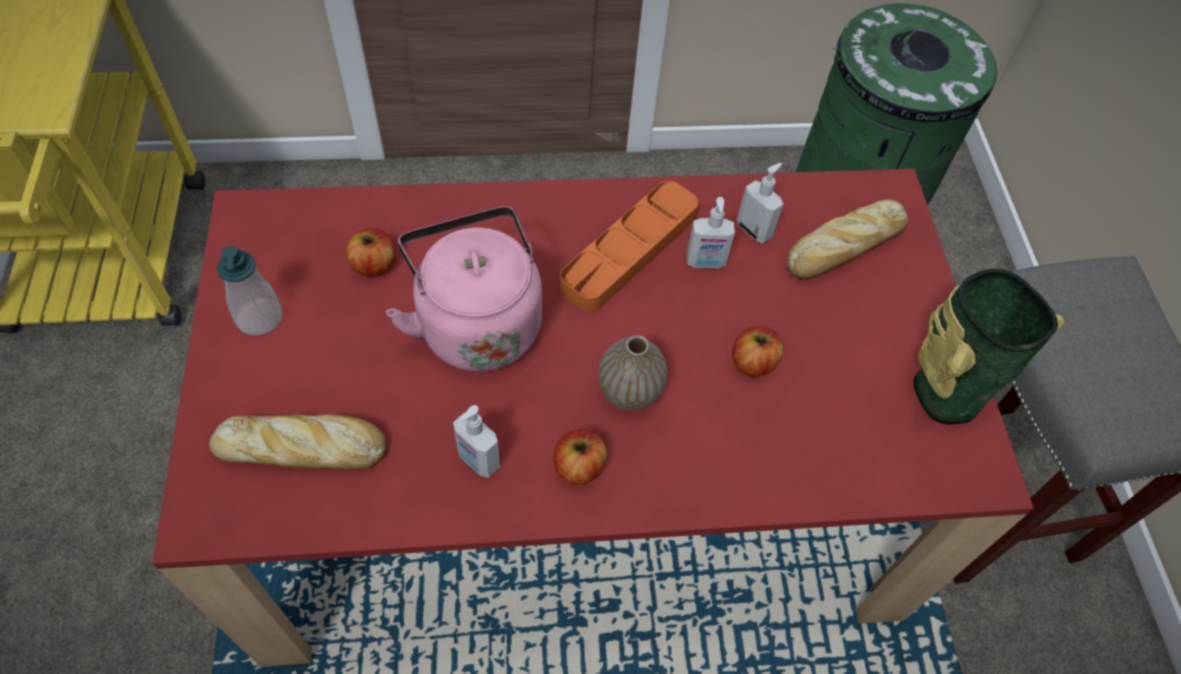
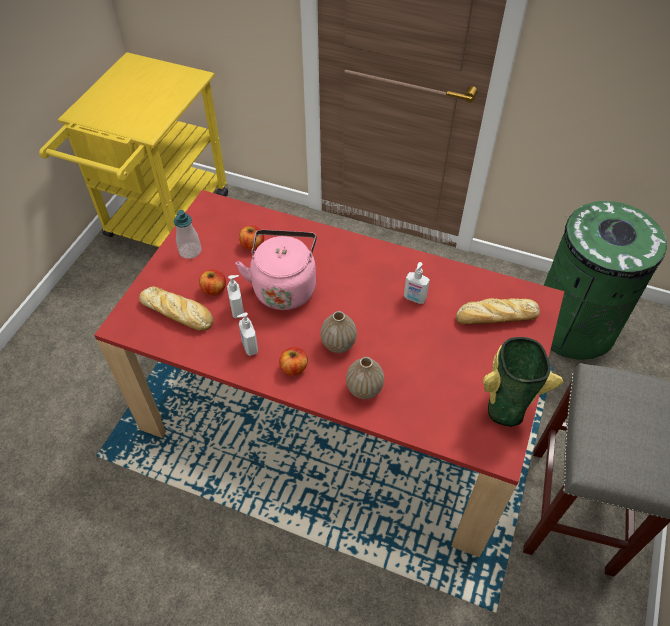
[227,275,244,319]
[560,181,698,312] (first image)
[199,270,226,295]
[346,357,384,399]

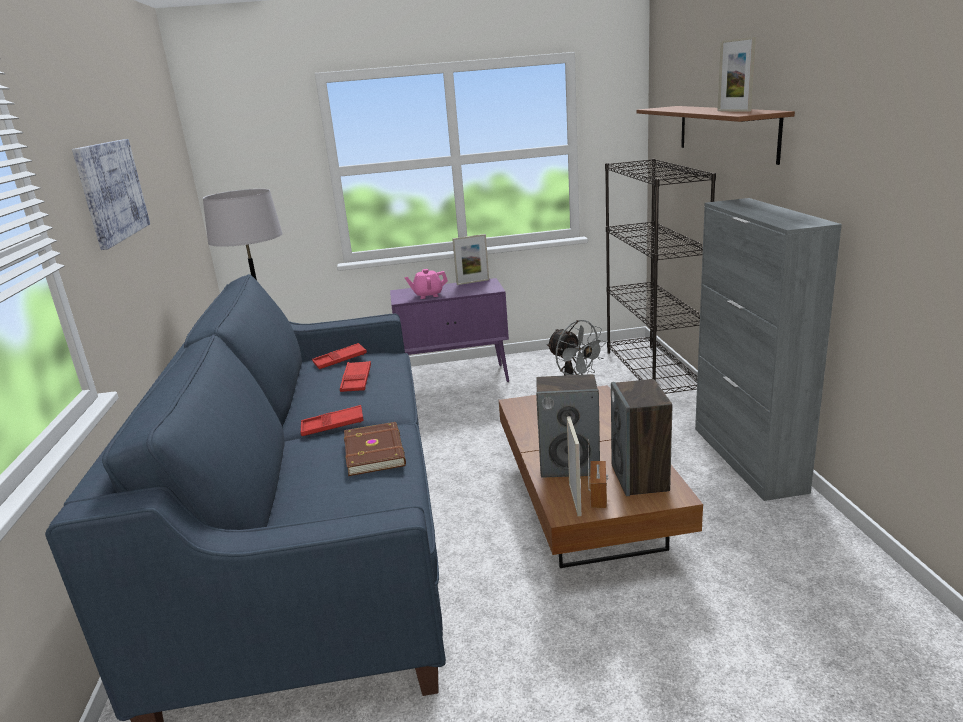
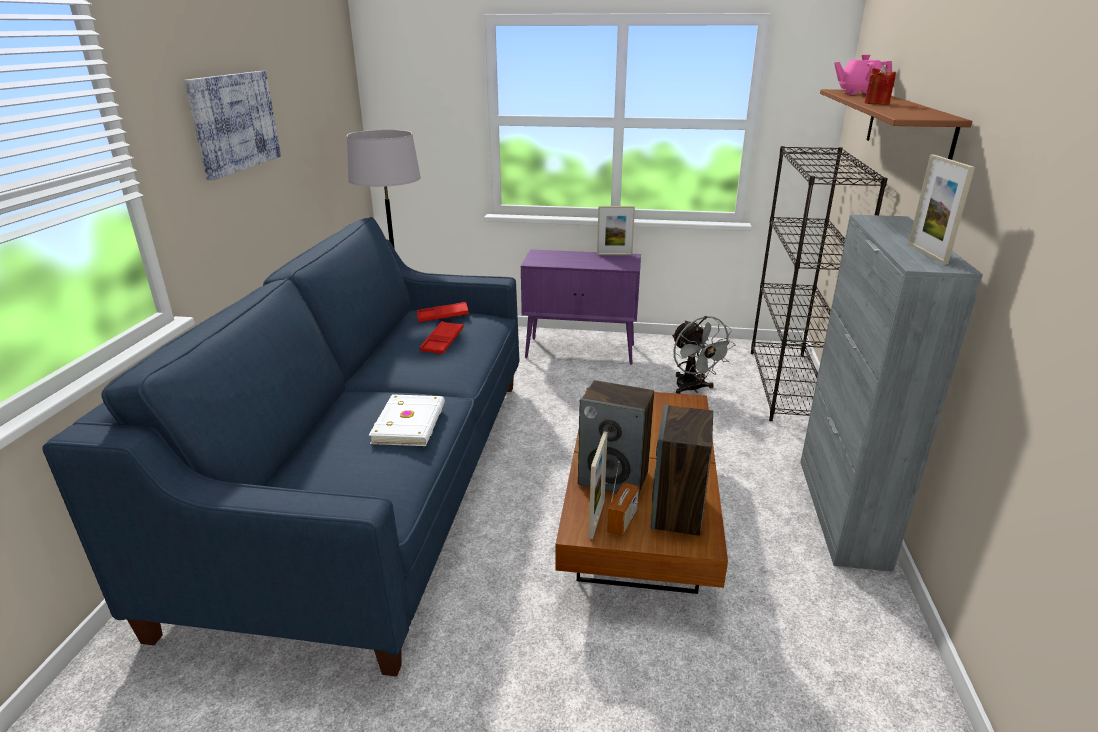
[908,155,975,264]
[834,54,892,95]
[301,405,364,436] (first image)
[369,394,445,446]
[864,66,896,105]

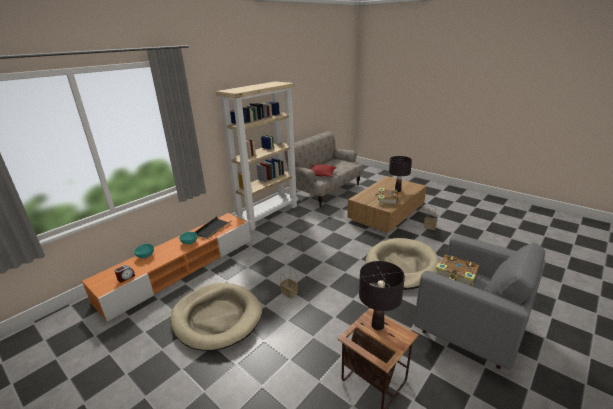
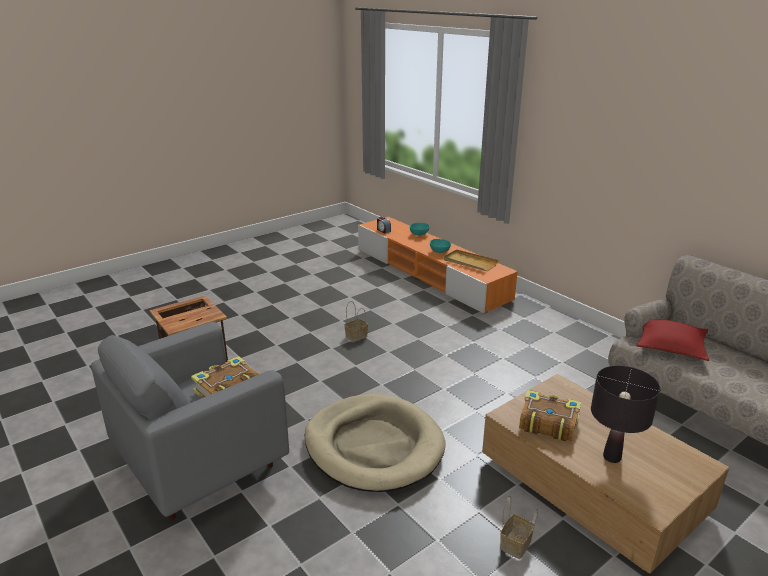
[216,81,298,231] (first image)
[444,249,499,271]
[359,261,405,330] (first image)
[170,283,262,351] (first image)

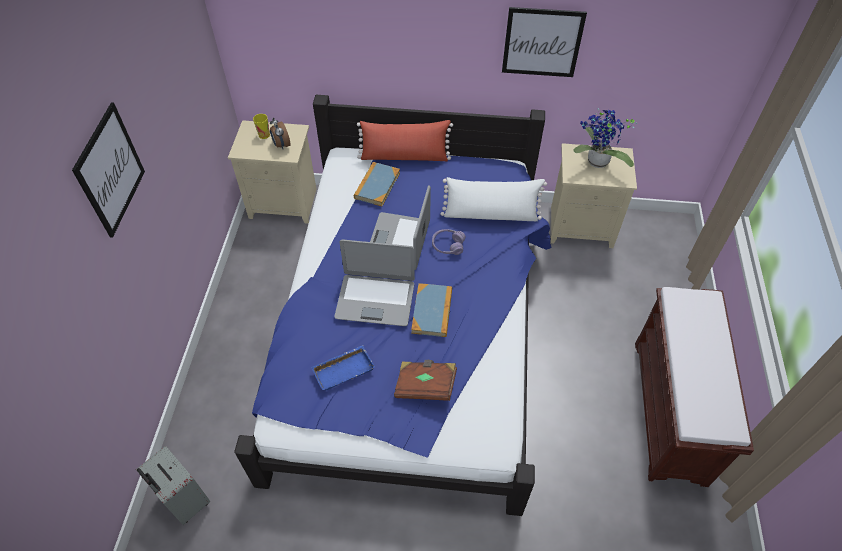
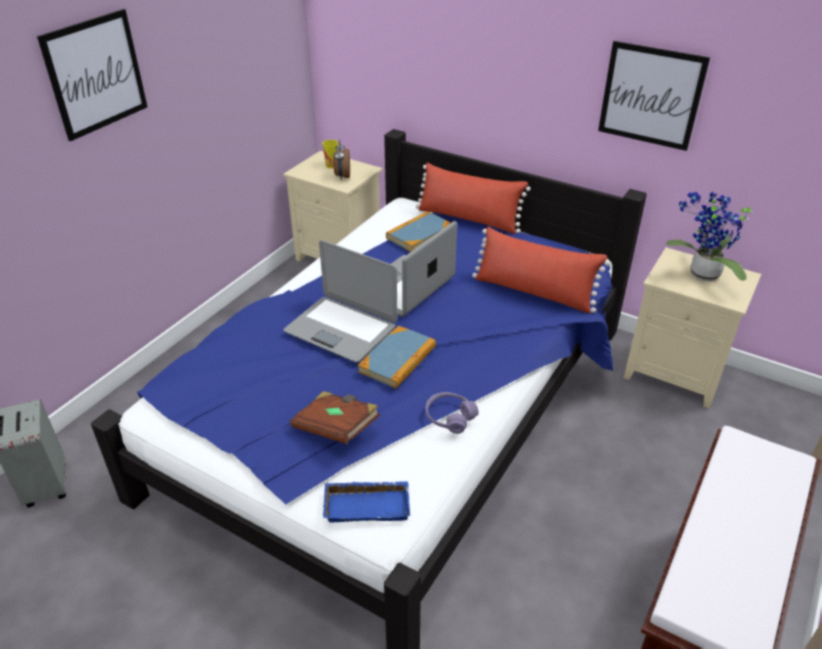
[472,227,610,314]
[426,392,479,434]
[323,481,410,522]

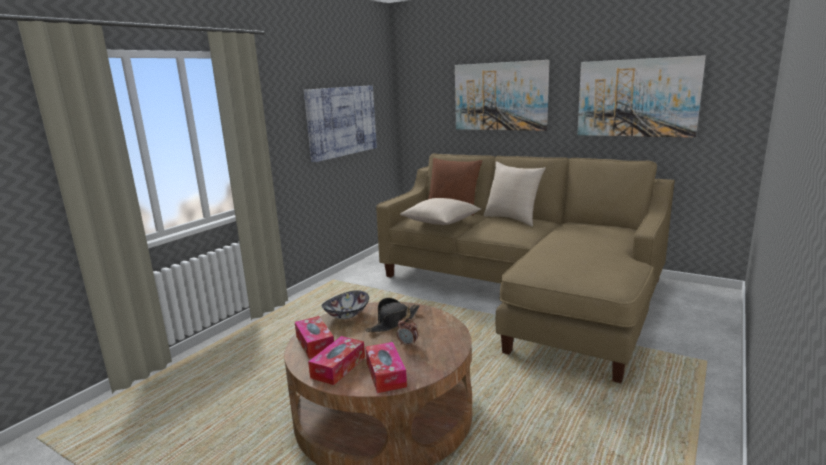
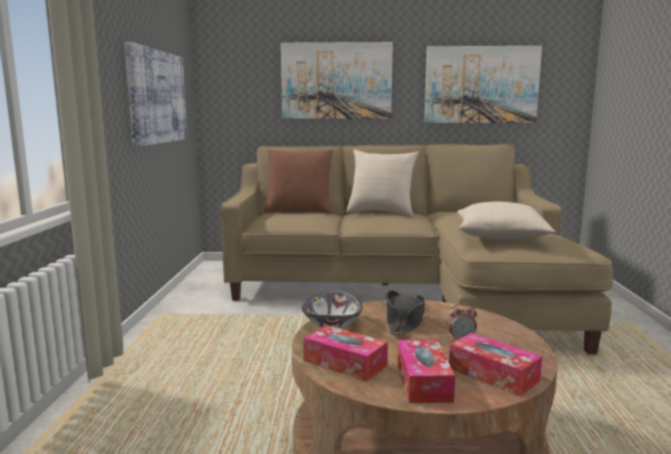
[457,202,556,239]

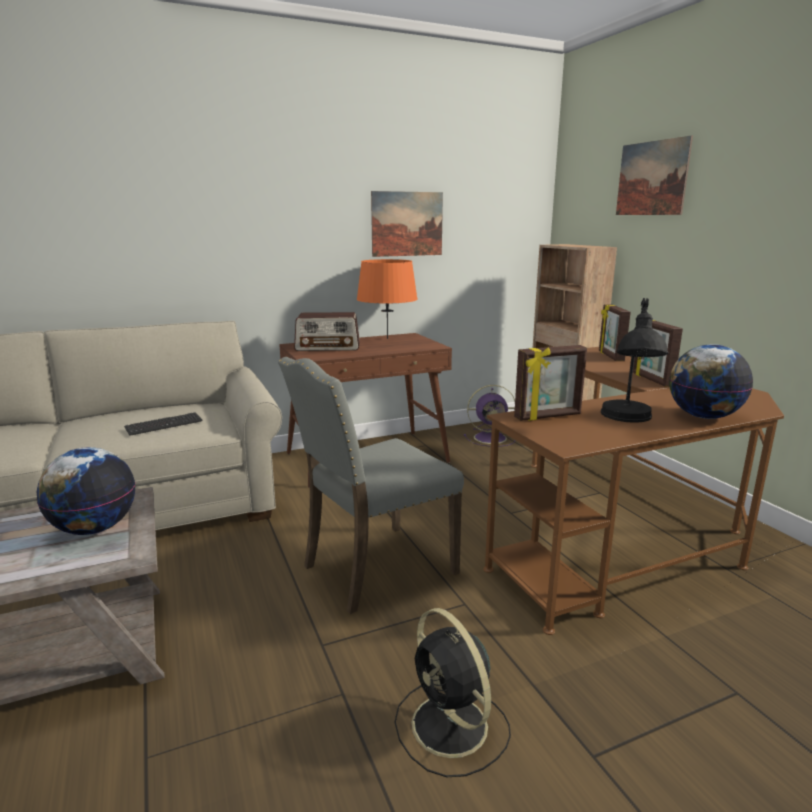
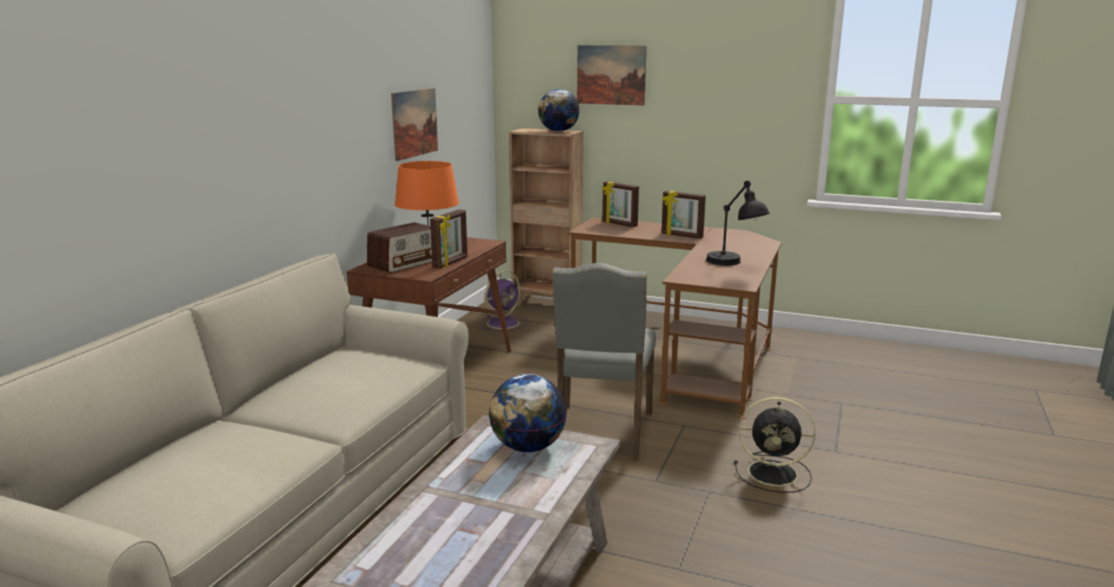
[538,89,580,132]
[430,209,468,269]
[124,412,203,436] (first image)

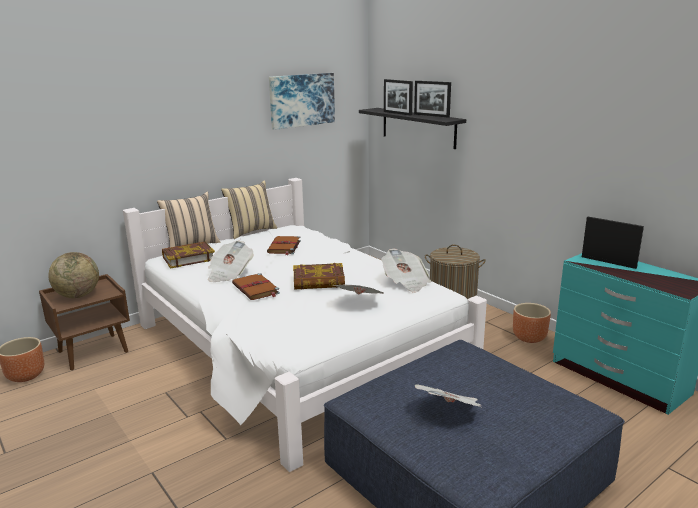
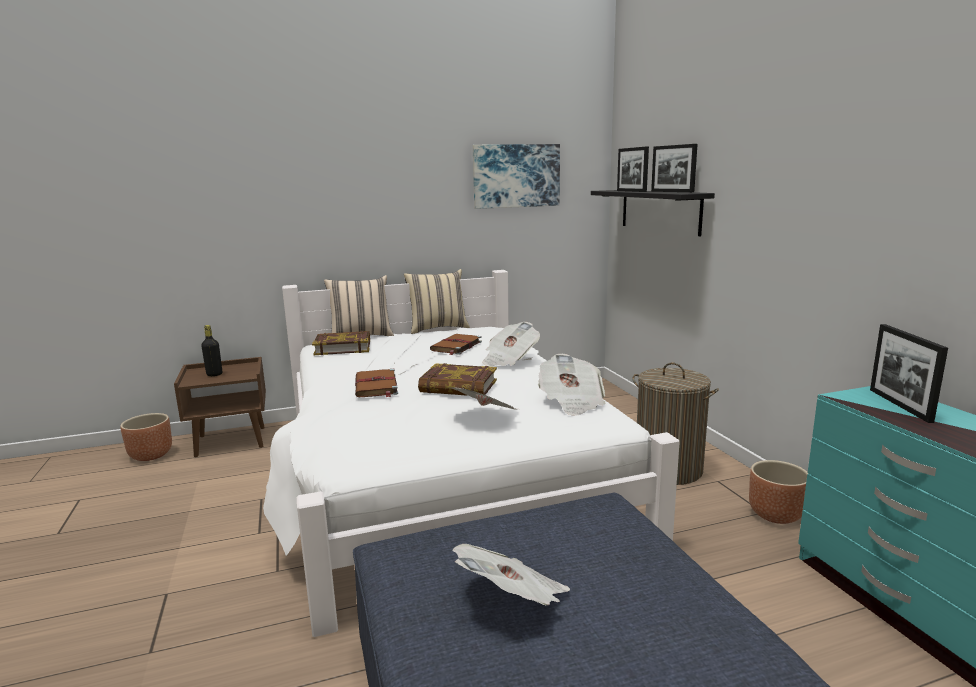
[870,324,948,423]
[482,322,540,366]
[201,325,222,376]

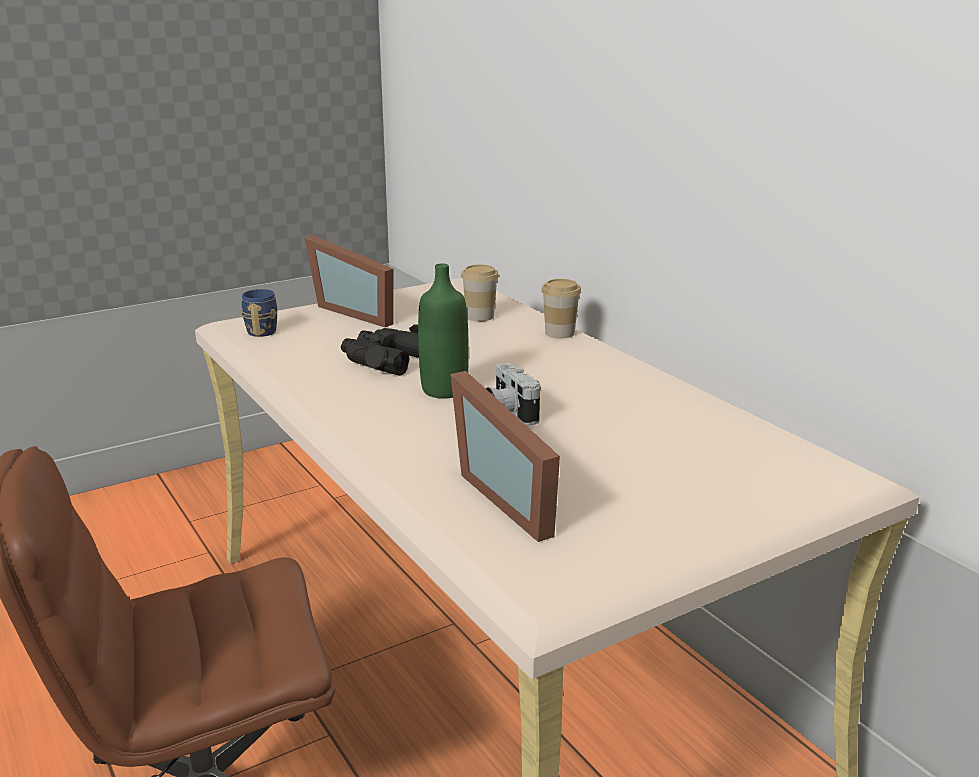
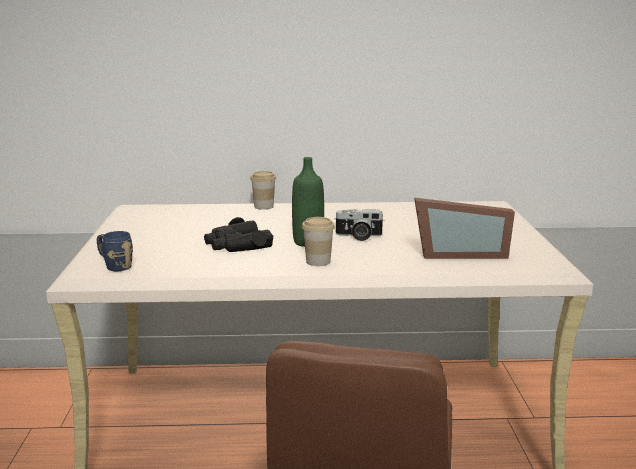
[304,235,394,327] (first image)
[302,217,335,266]

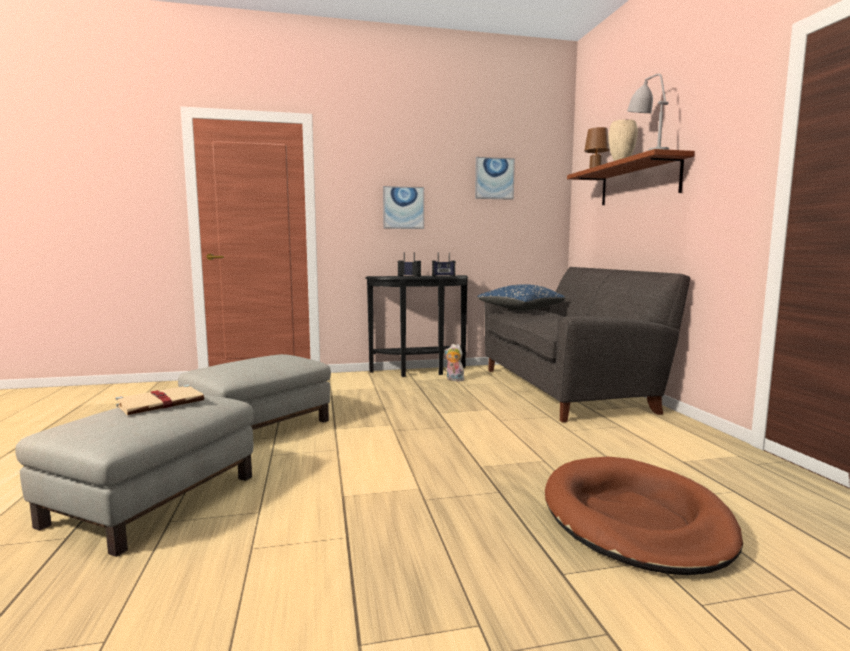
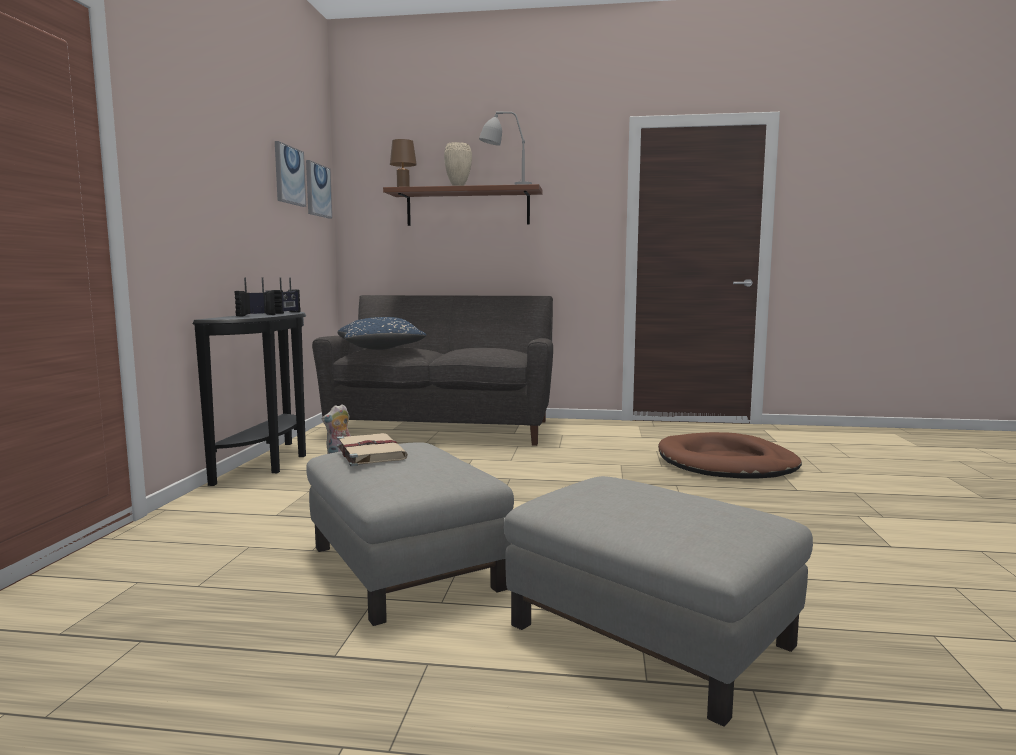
[306,160,332,219]
[337,433,408,466]

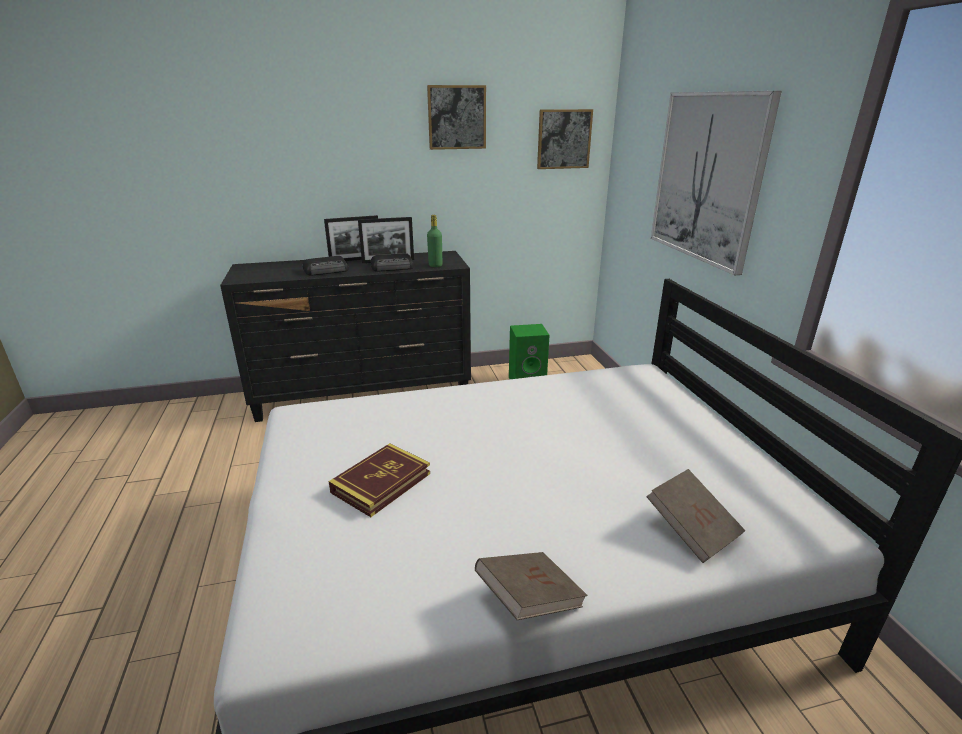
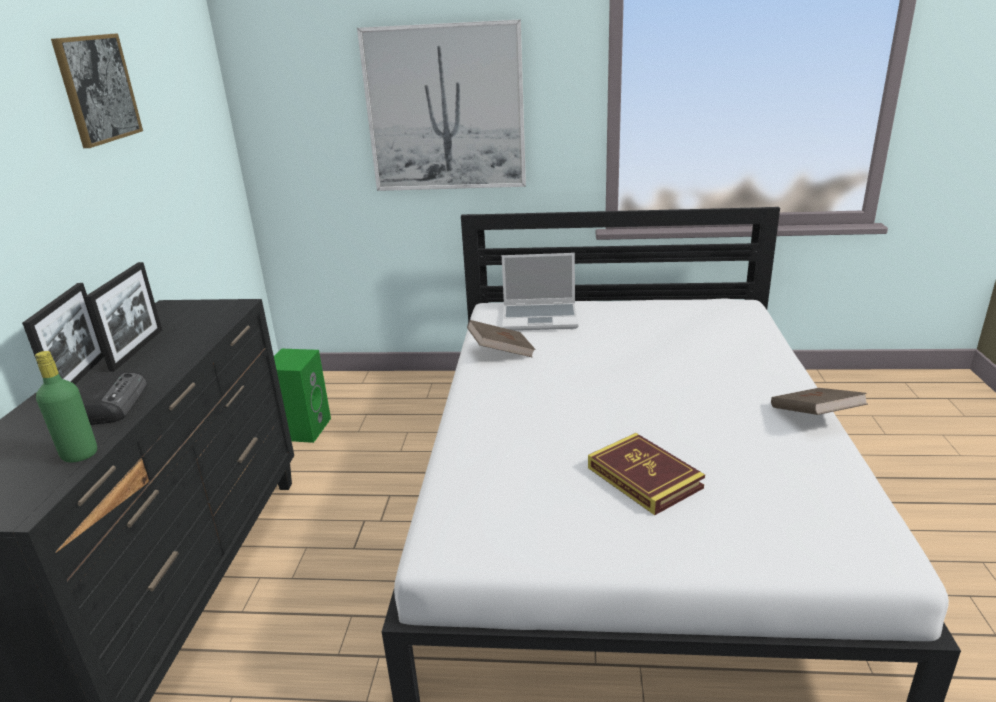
[537,109,593,169] (first image)
[35,351,97,462]
[371,253,414,272] (first image)
[467,320,535,357]
[502,253,578,331]

